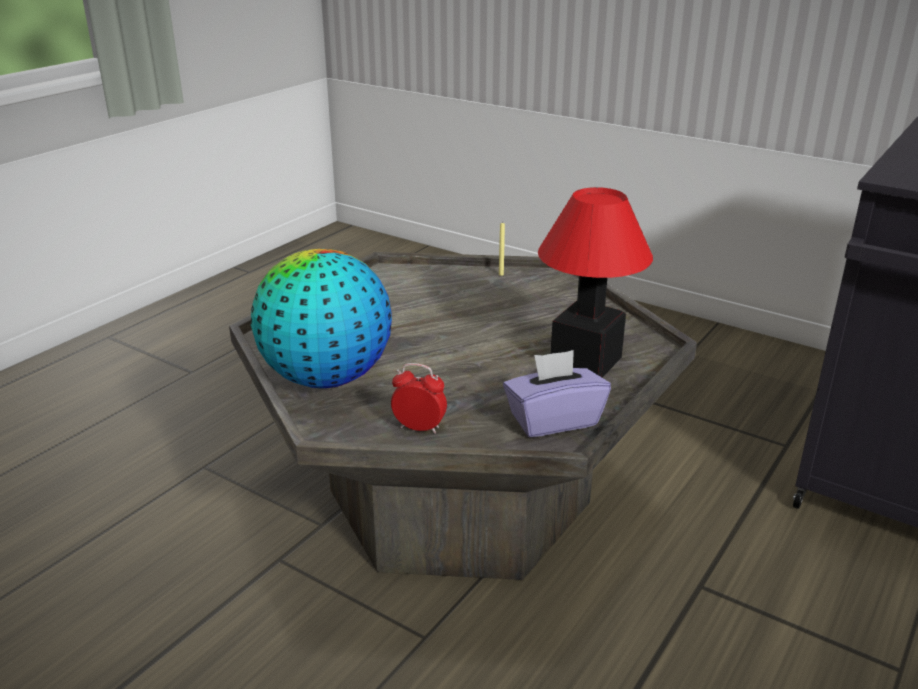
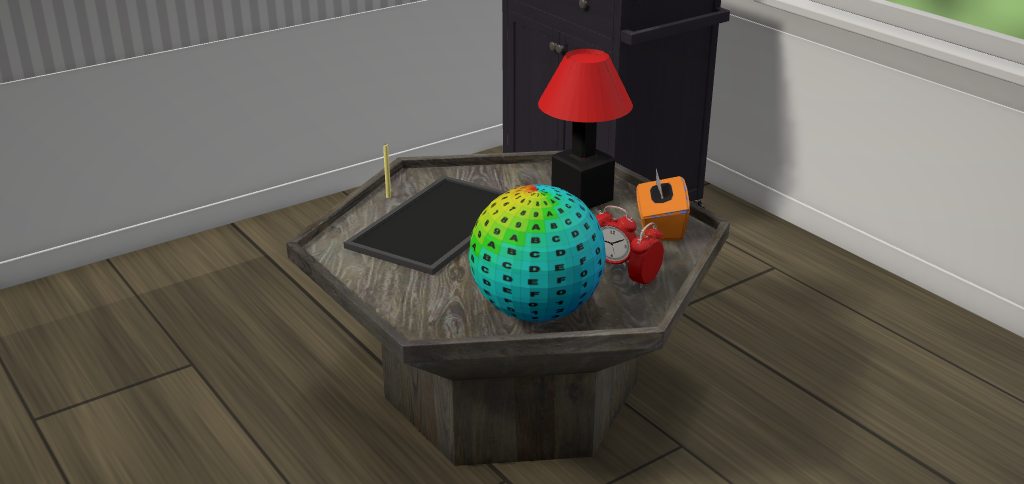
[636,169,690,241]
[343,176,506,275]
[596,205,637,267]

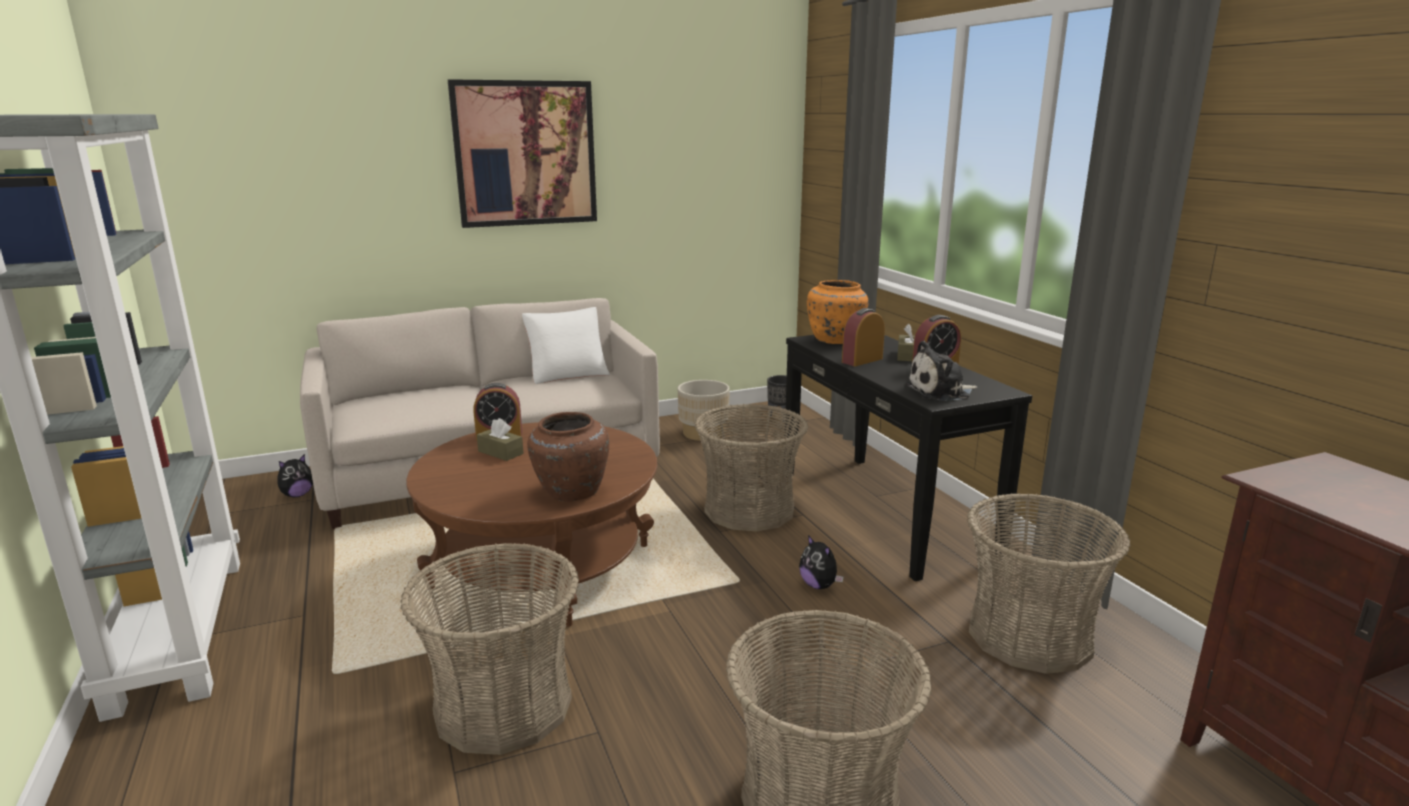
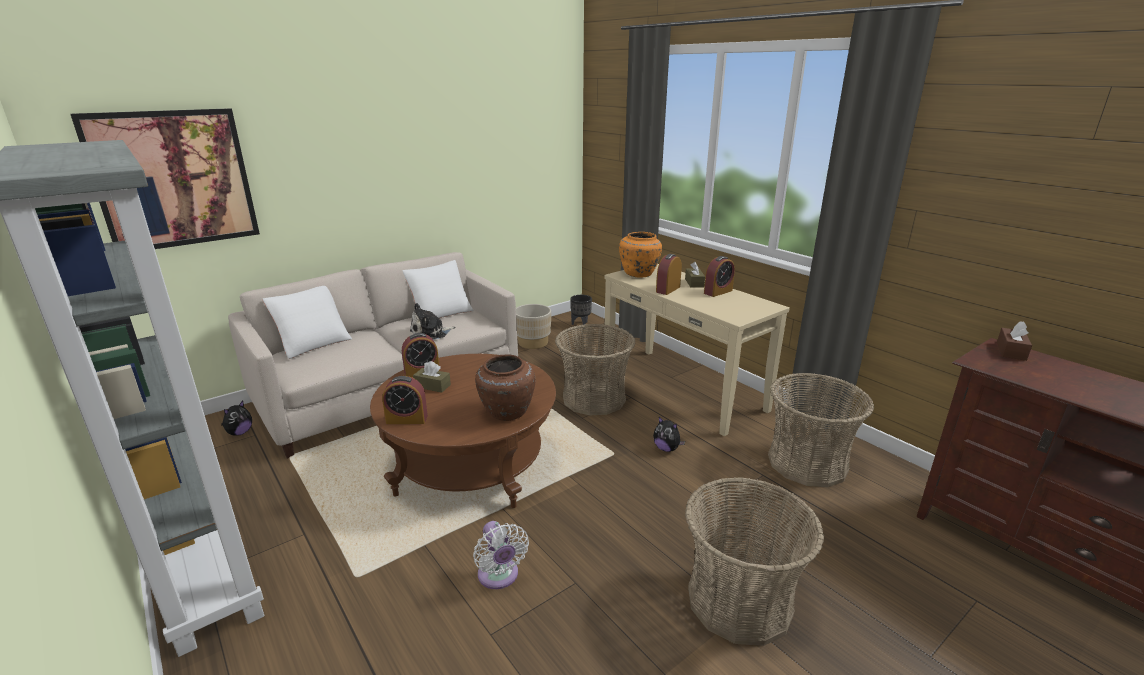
[71,108,260,249]
[604,264,790,436]
[410,303,455,340]
[473,521,529,589]
[262,286,352,359]
[997,321,1032,361]
[382,376,428,424]

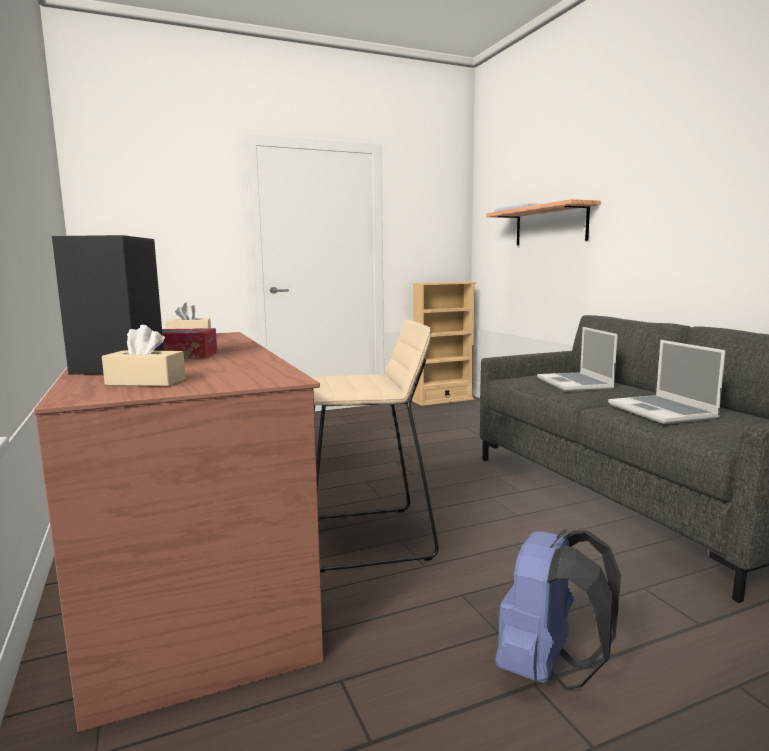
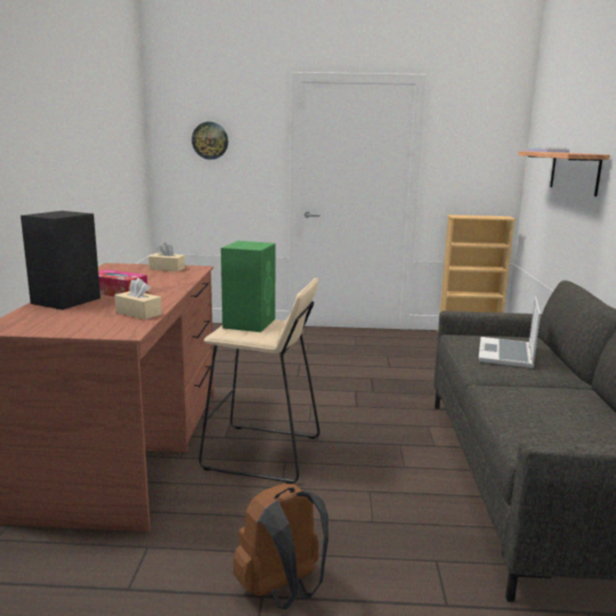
[115,278,162,320]
[608,340,726,424] (first image)
[233,483,328,610]
[192,122,228,160]
[221,241,276,332]

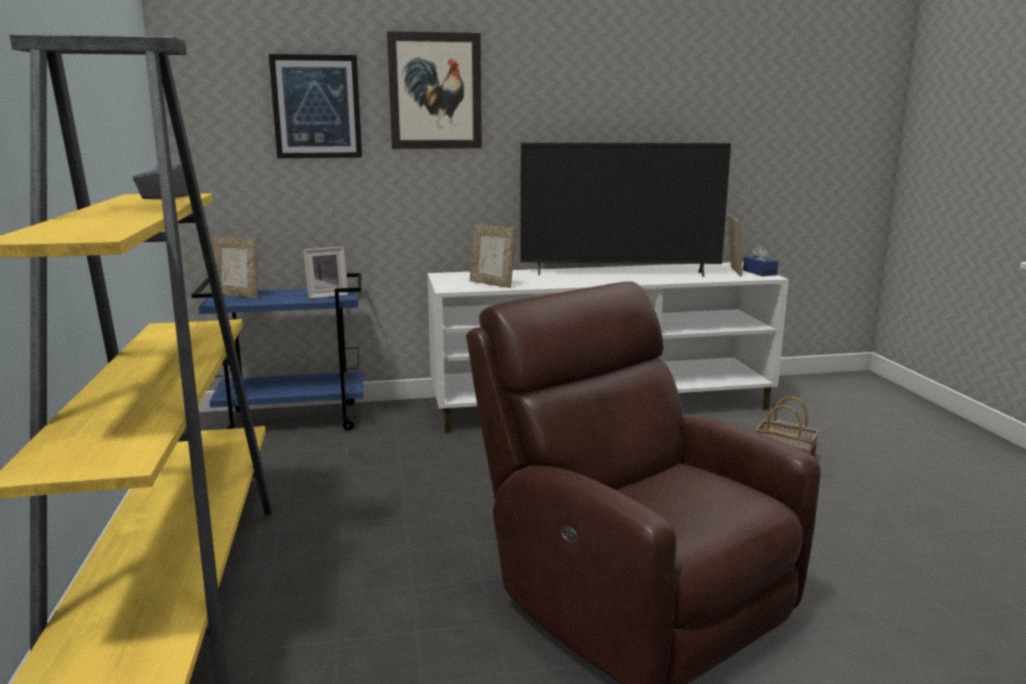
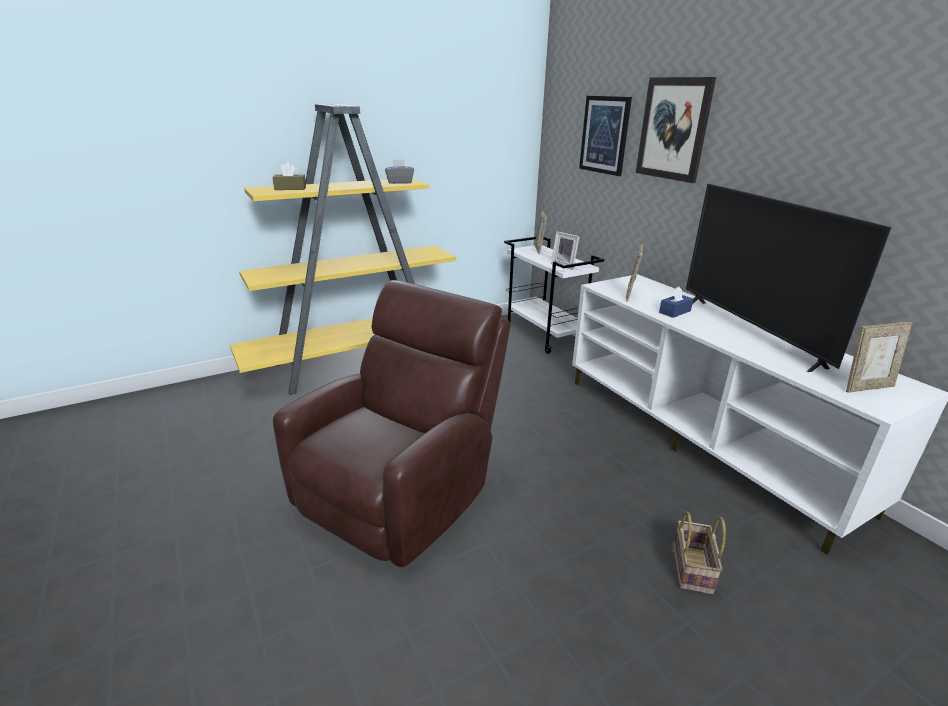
[659,287,693,318]
[504,237,604,354]
[272,163,306,190]

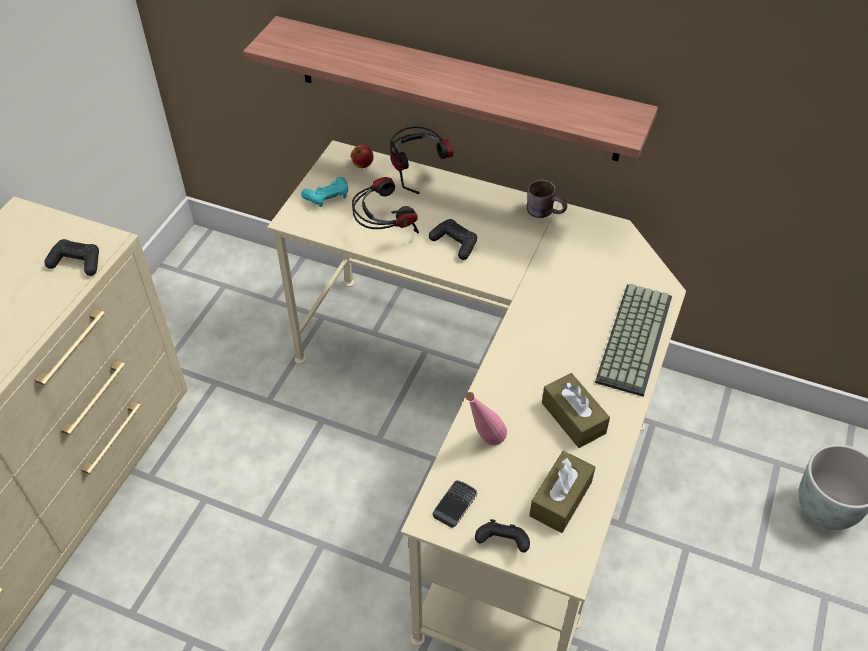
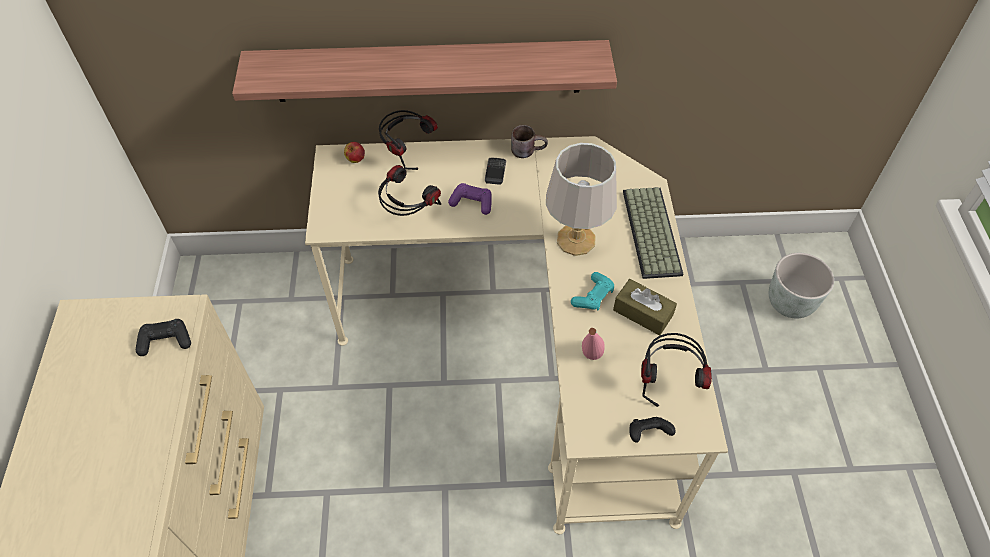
[571,272,614,310]
[448,183,492,215]
[641,333,712,407]
[485,158,506,185]
[546,143,617,256]

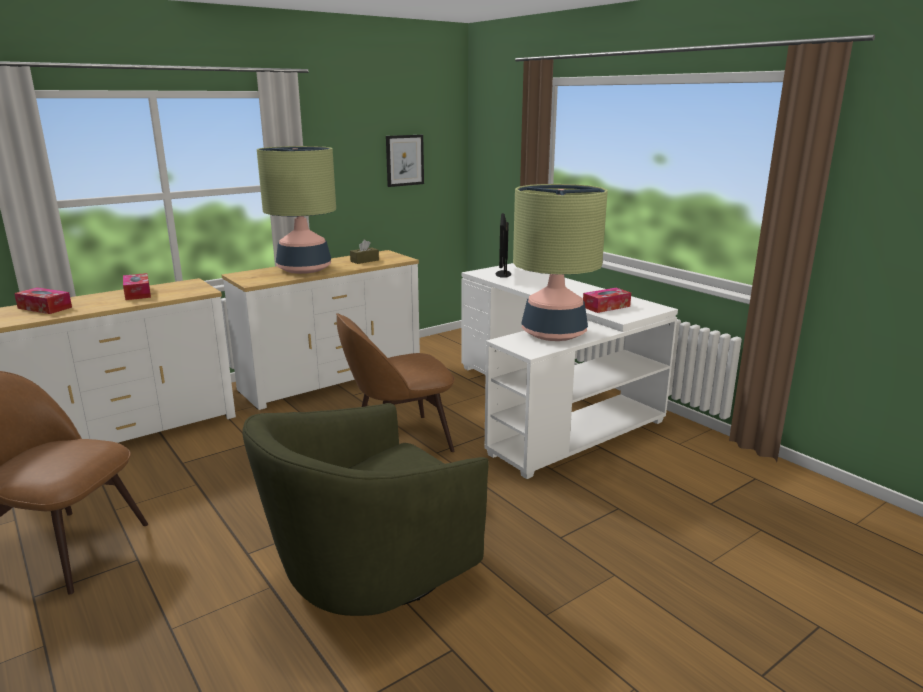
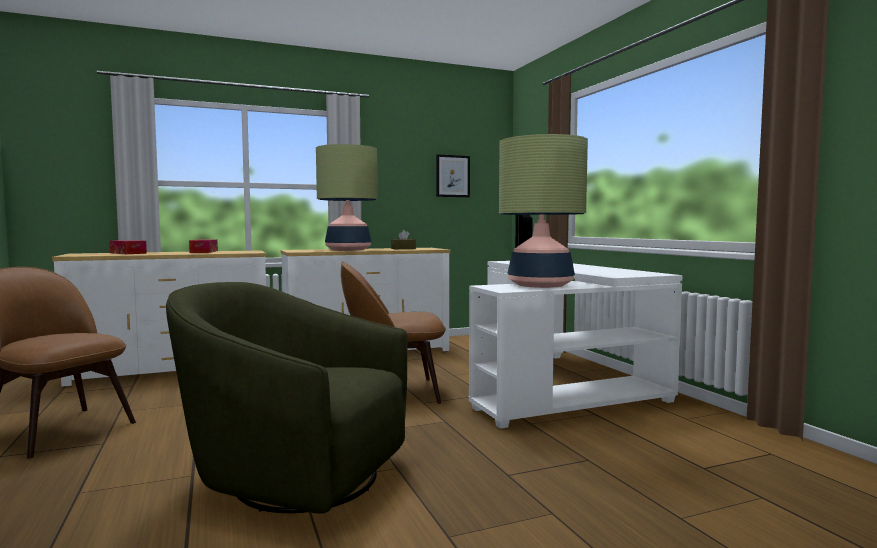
[583,288,631,313] (first image)
[166,282,408,514]

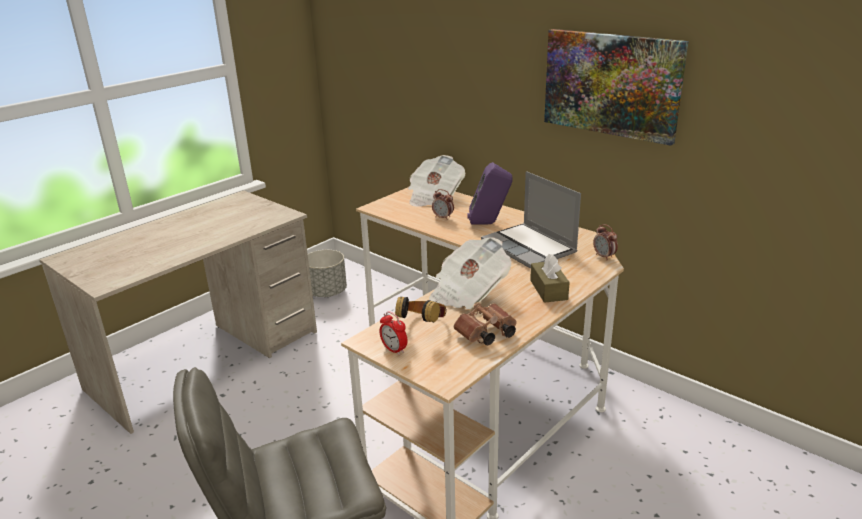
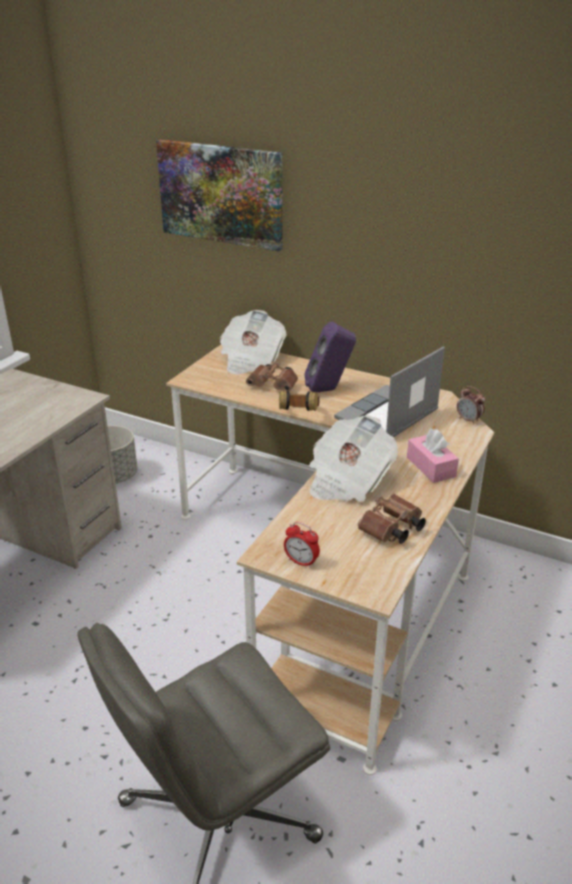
[156,139,283,251]
[334,346,445,437]
[246,362,298,392]
[407,428,459,483]
[279,391,319,411]

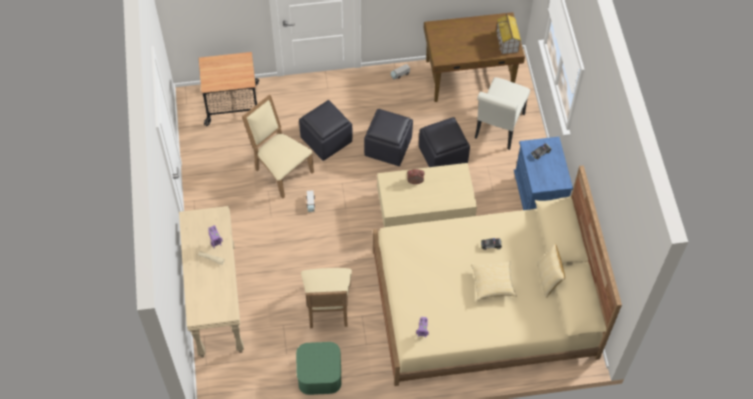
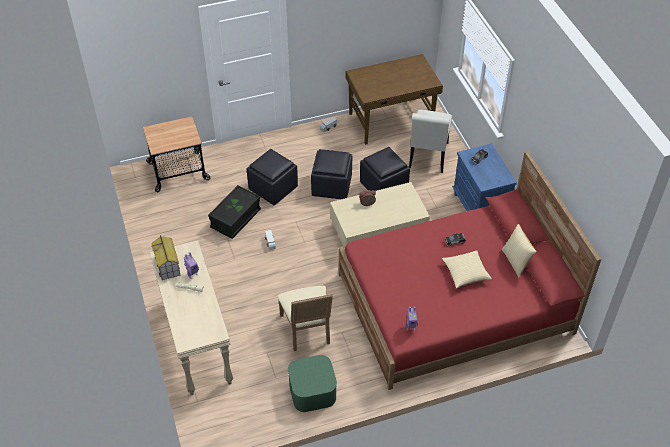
[151,235,181,280]
[208,185,261,239]
[339,151,601,390]

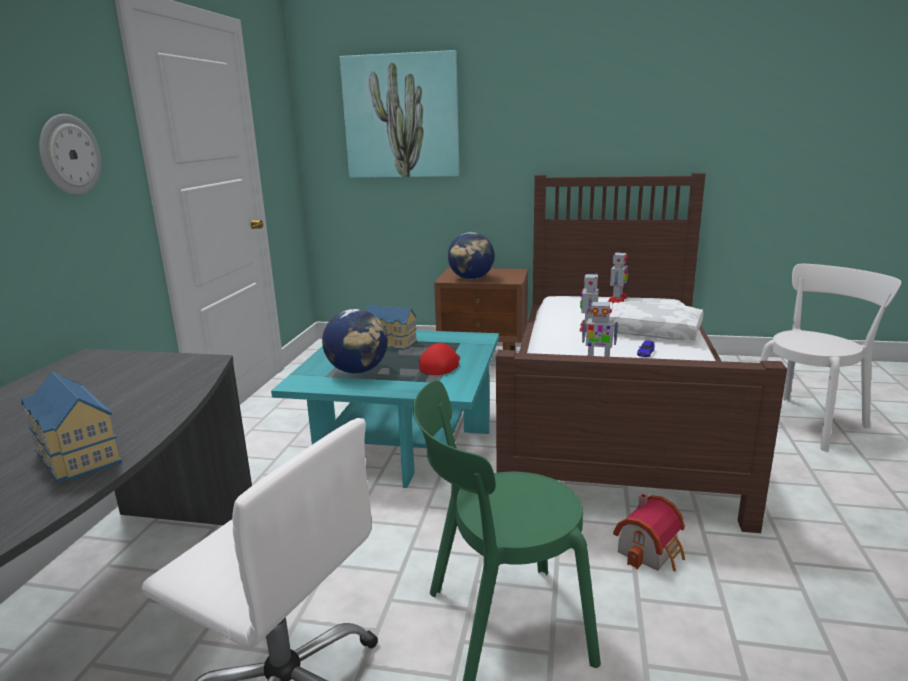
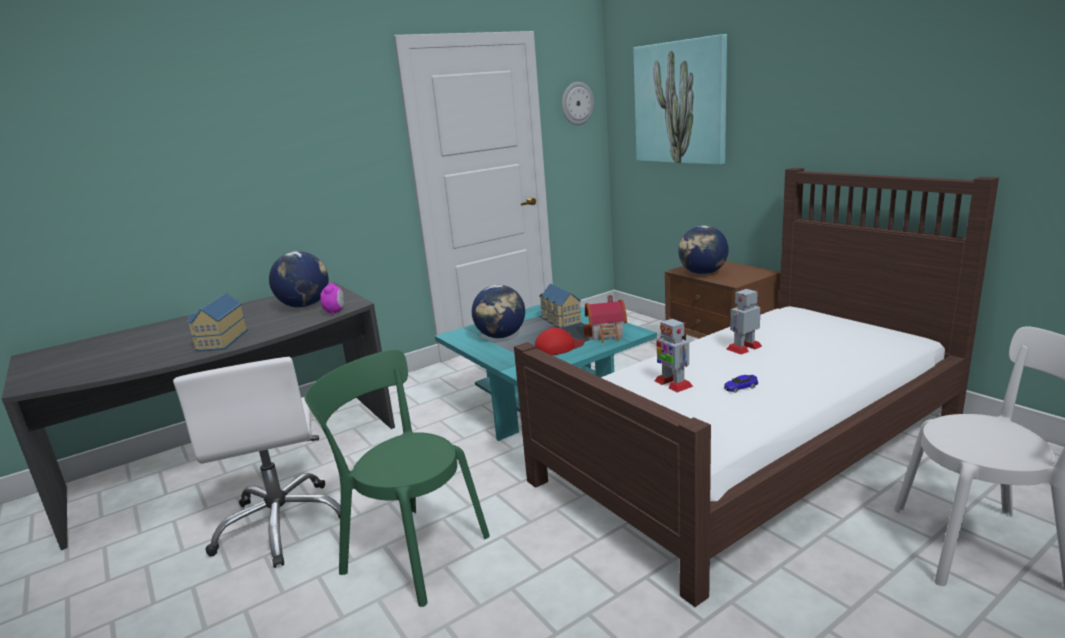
[562,82,594,125]
[608,251,629,303] (first image)
[609,301,703,340] (first image)
[584,295,627,343]
[269,251,329,308]
[320,283,344,315]

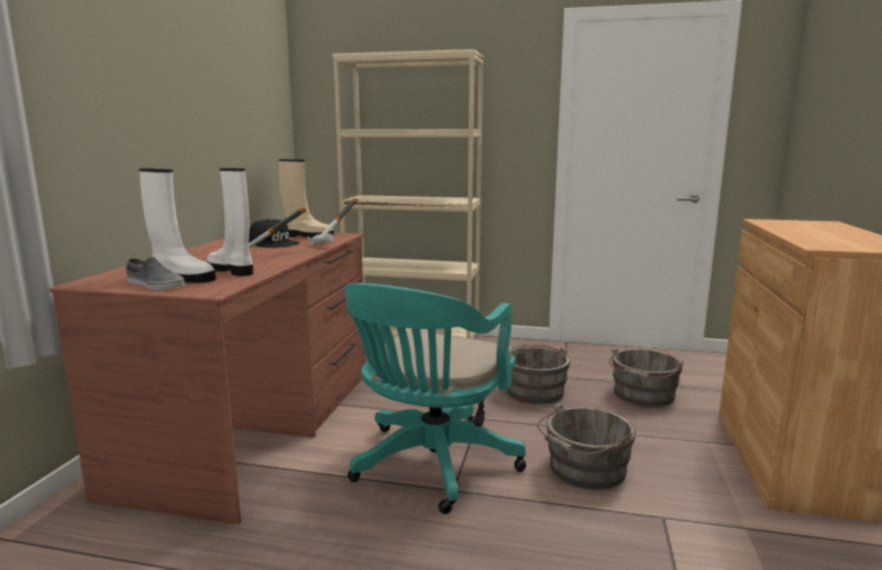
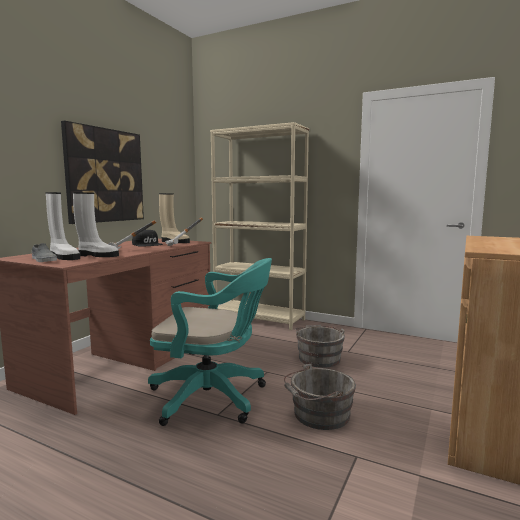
[73,192,119,257]
[148,258,272,426]
[609,347,684,407] (first image)
[61,121,144,224]

